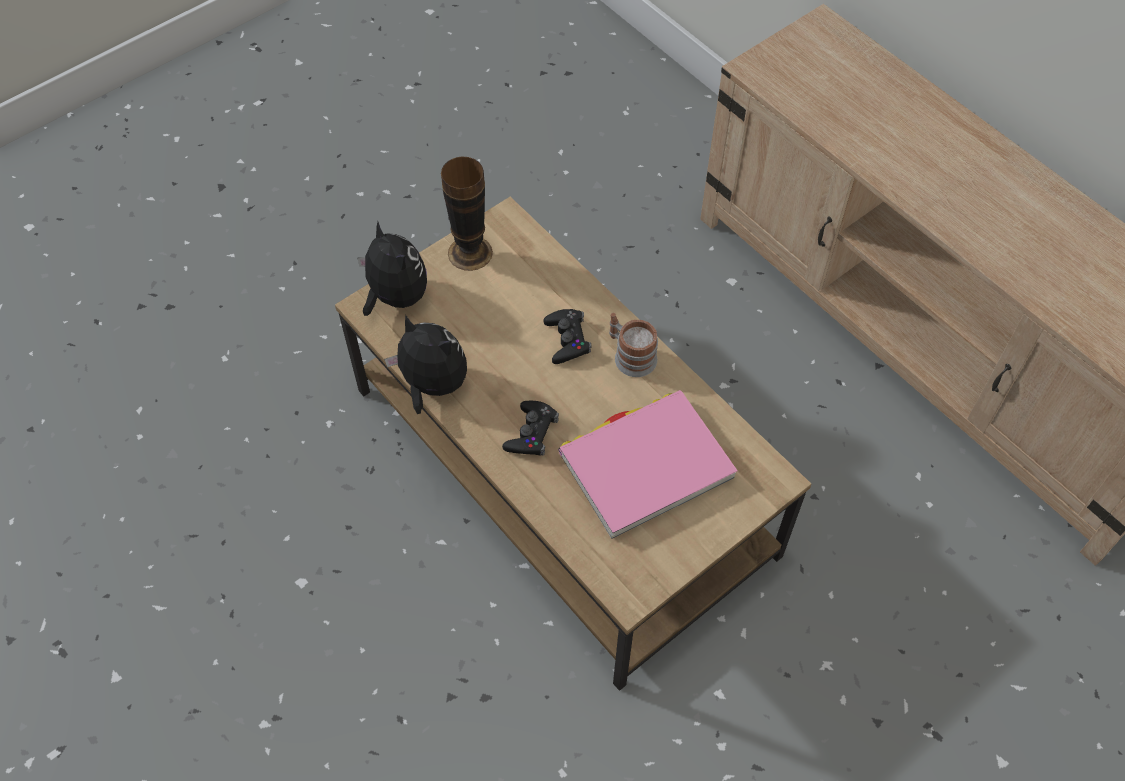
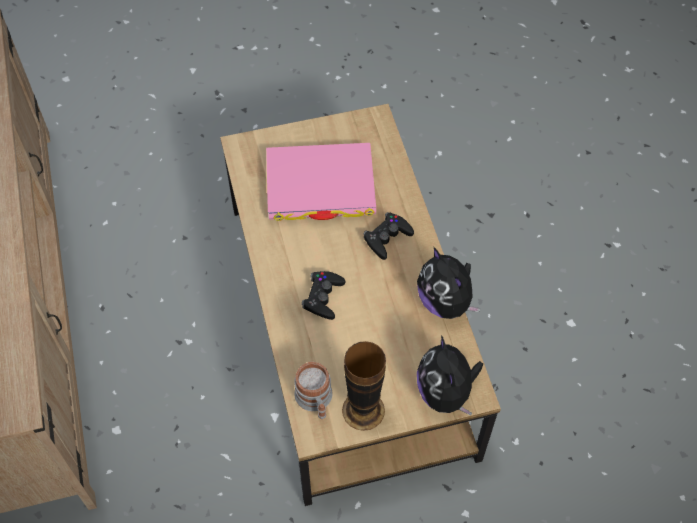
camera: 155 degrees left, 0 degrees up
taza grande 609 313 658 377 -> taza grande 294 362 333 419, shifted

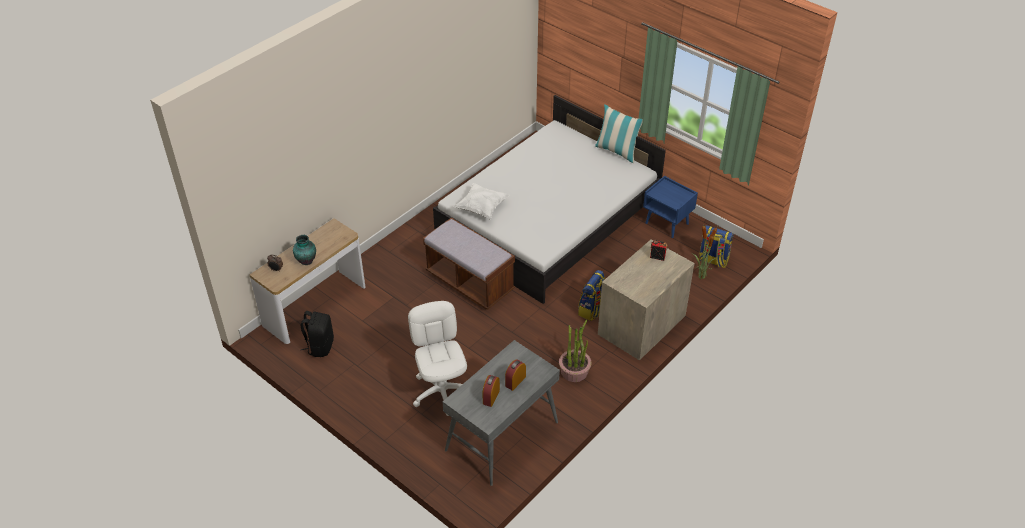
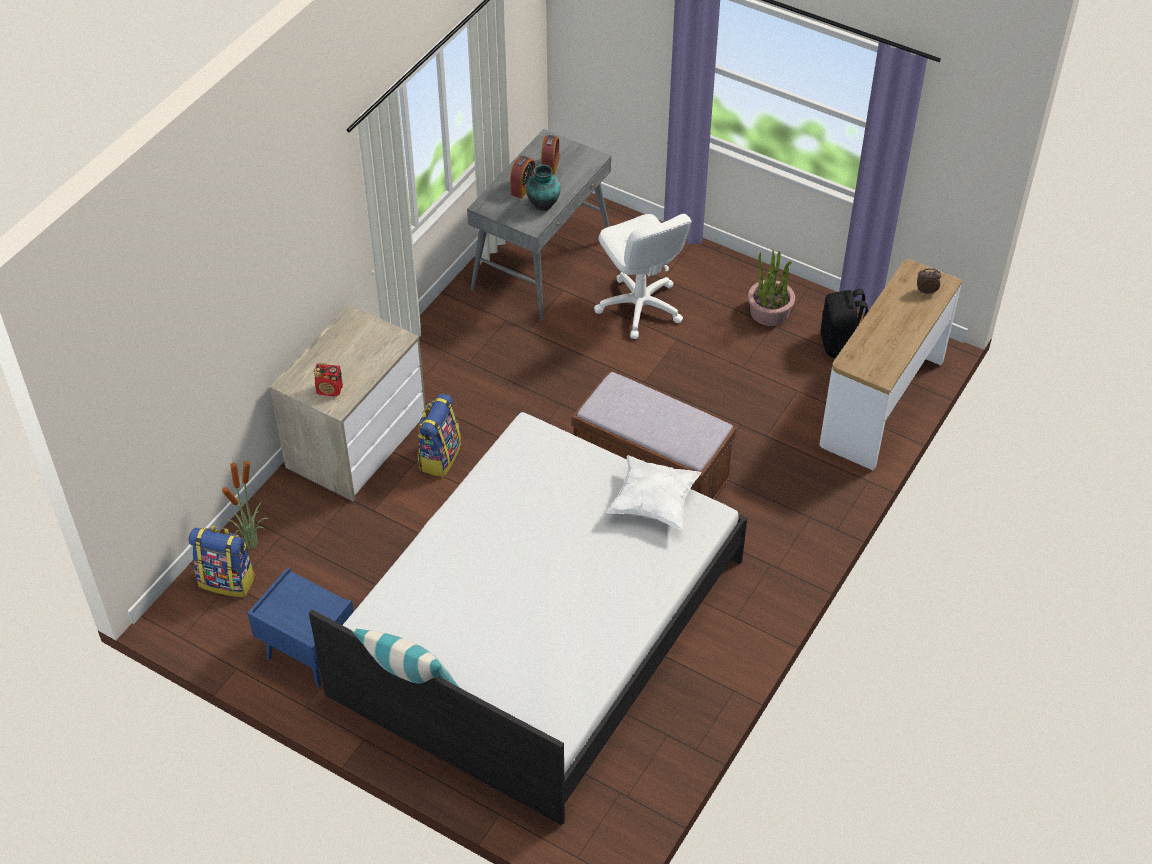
camera: 170 degrees right, 5 degrees up
florero 293 235 316 265 -> florero 526 164 560 211, shifted
planta en maceta 559 320 591 382 -> planta en maceta 748 249 795 326, shifted

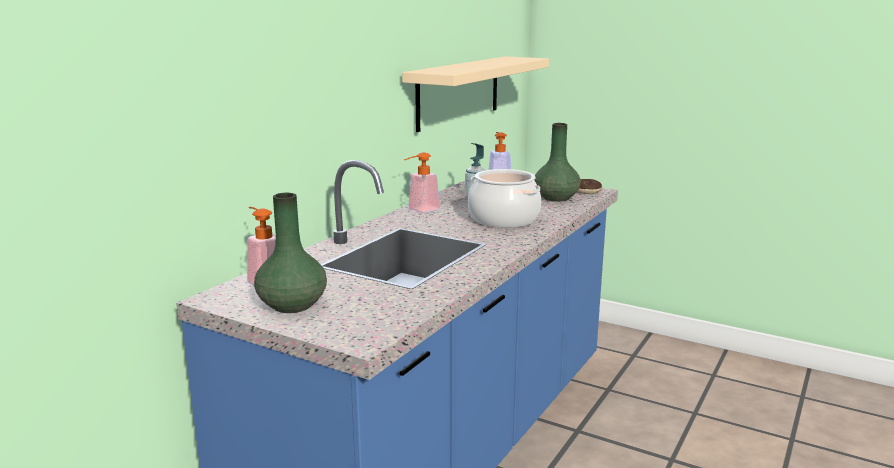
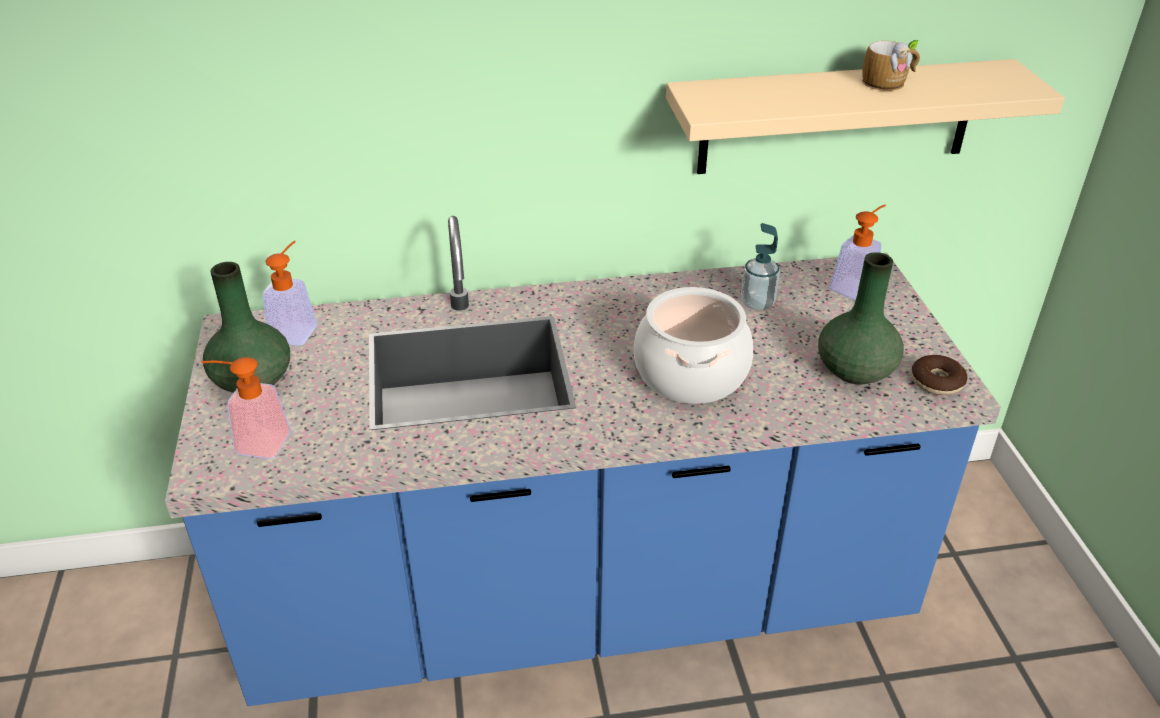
camera: 50 degrees right, 20 degrees up
dispensador de jabón 404 152 440 213 -> dispensador de jabón 201 357 291 459, shifted
none -> taza grande 862 40 920 91

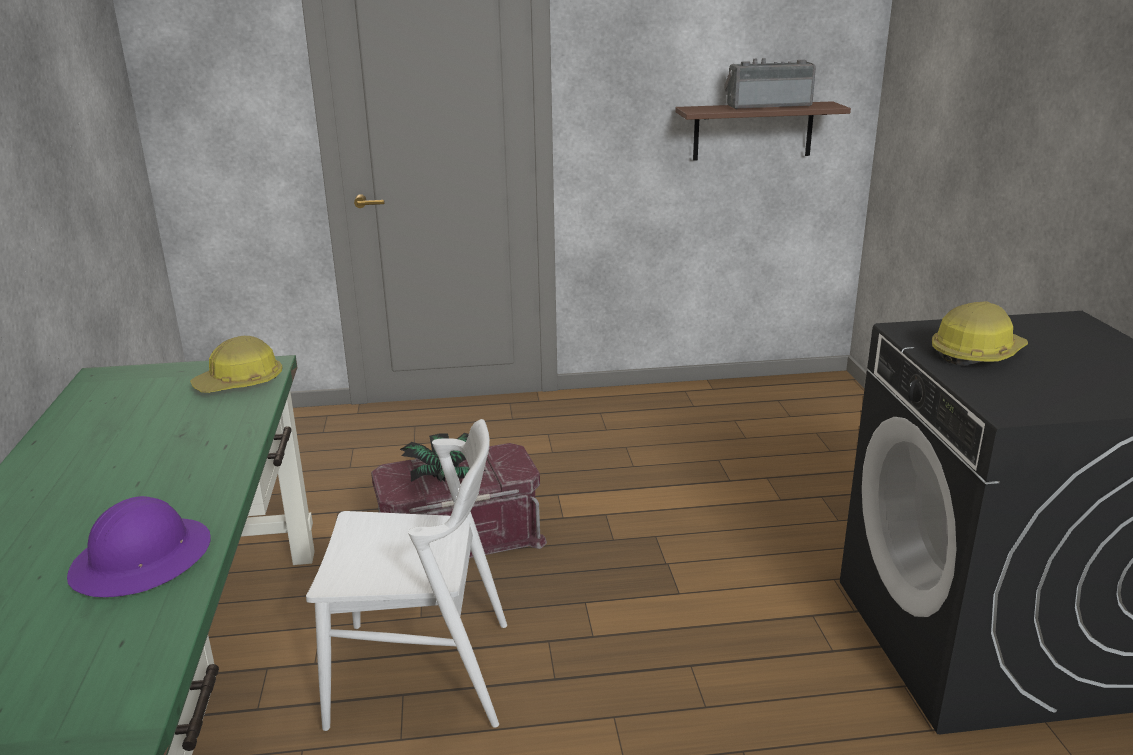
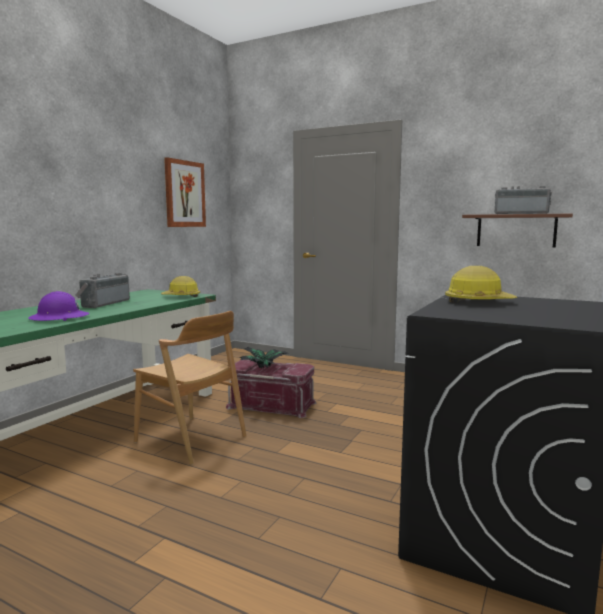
camera: 35 degrees right, 15 degrees down
silla [blanco] 306 419 507 731 -> silla [marrón] 133 311 246 465
none -> cuadro 164 157 206 227
none -> radio 75 273 130 308

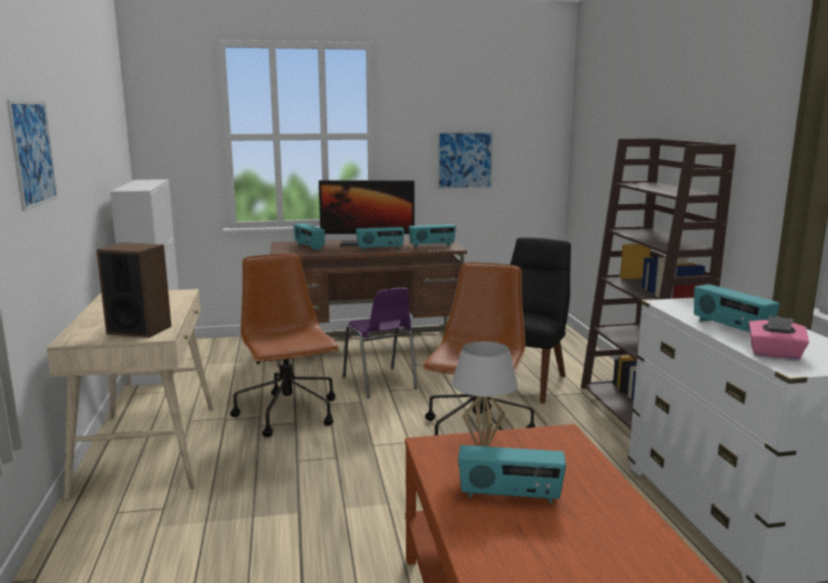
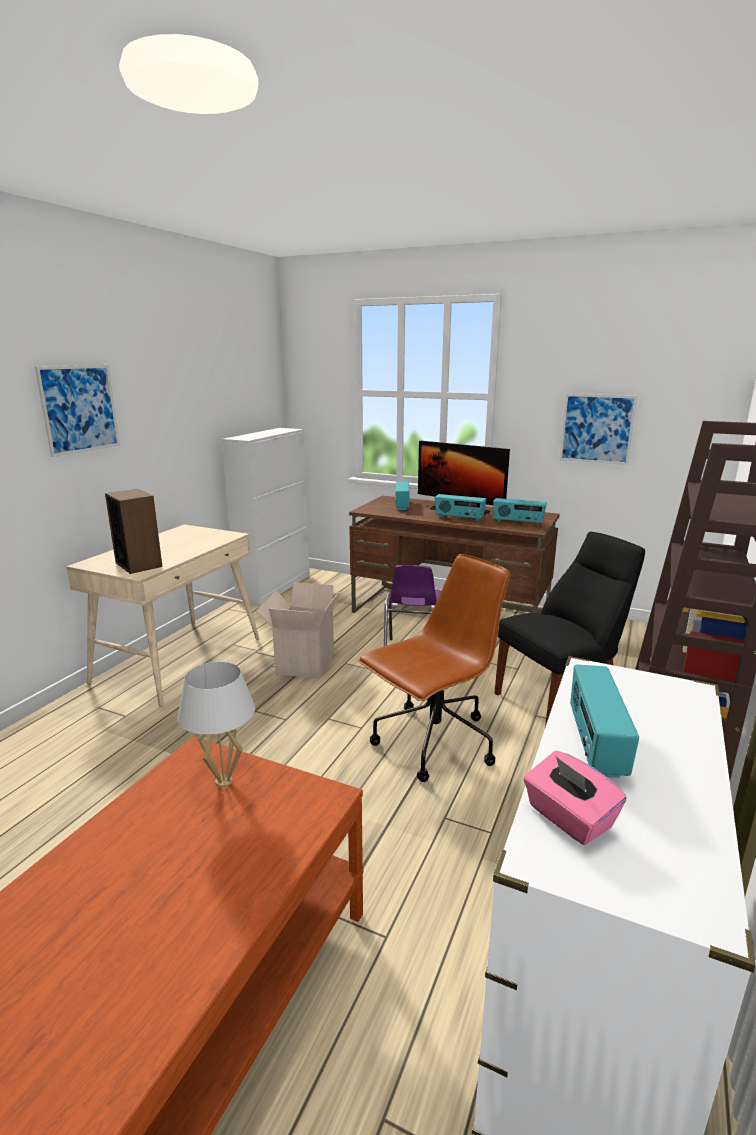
camera: 35 degrees right, 5 degrees up
silla de oficina [marrón] 230 253 339 437 -> caja de cartón 257 582 339 679
radio 458 445 566 503 -> none

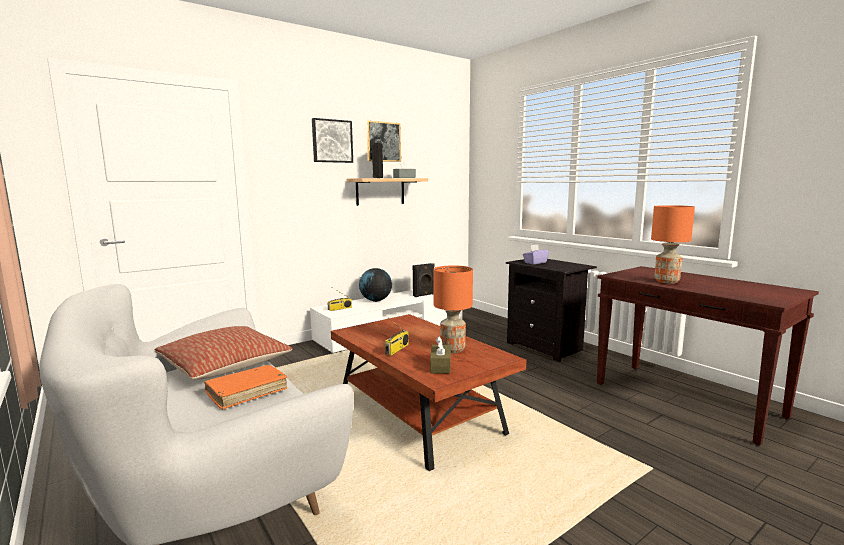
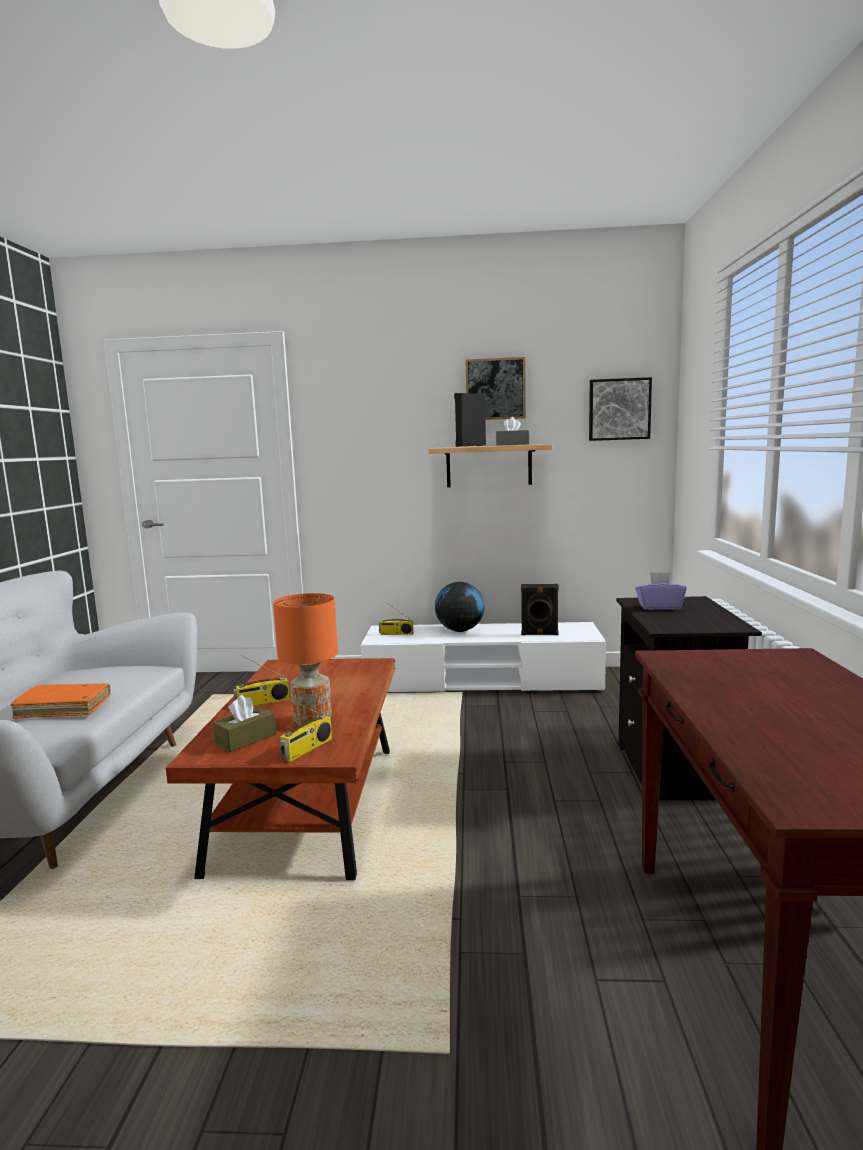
camera: 40 degrees right, 0 degrees up
cuadro 312 118 353 163 -> cuadro 589 377 652 441, shifted
lámpara de mesa [naranja] 651 205 695 284 -> none
cojín 154 326 292 380 -> none
none -> radio 279 698 332 762

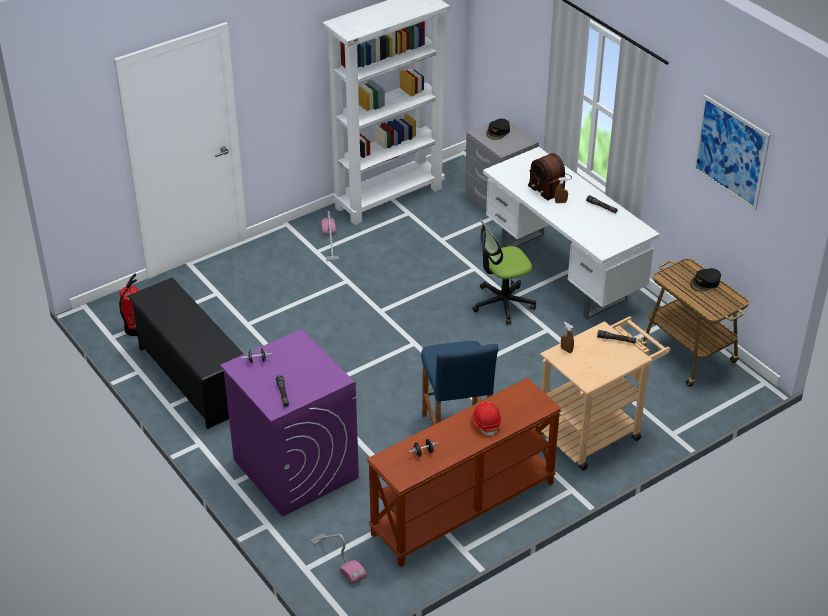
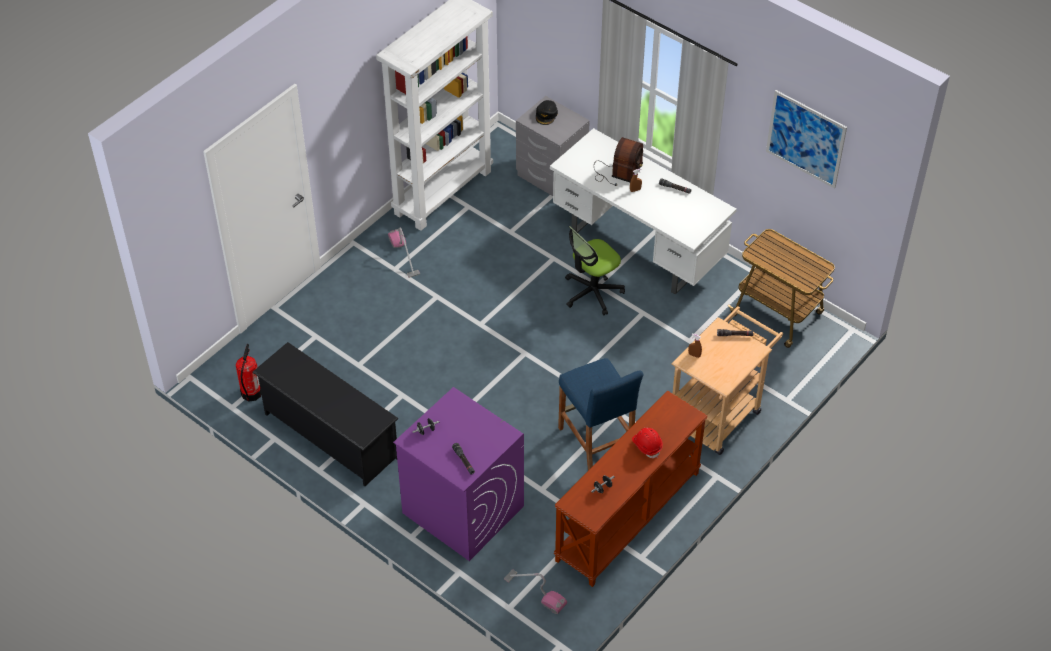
camera: 15 degrees left, 10 degrees up
radio 528 153 572 201 -> radio 594 137 643 186, 105 degrees counterclockwise
gorra [negro] 690 268 721 292 -> none

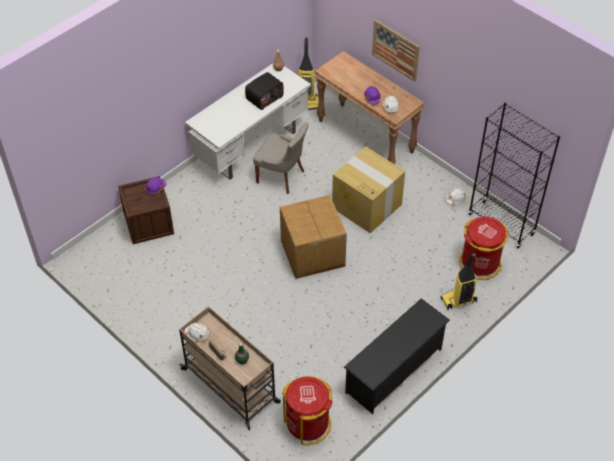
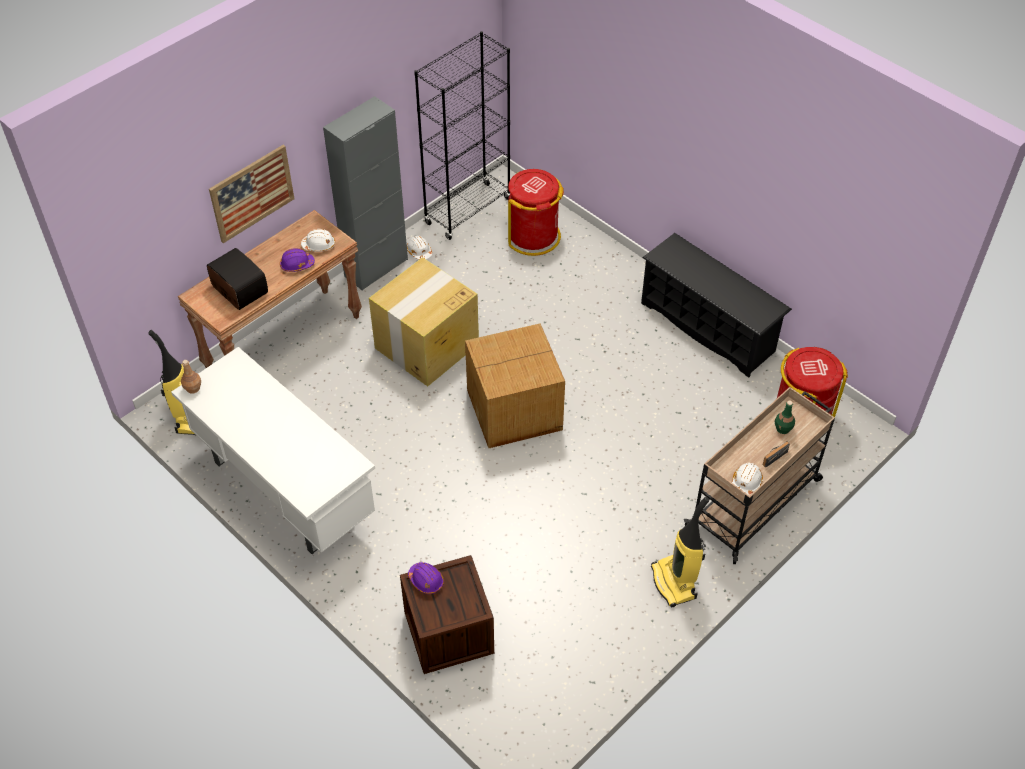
camera: 90 degrees left, 0 degrees up
radio 245 72 284 110 -> radio 207 248 268 310, shifted
silla [gris] 253 123 309 194 -> none
aspiradora 441 253 477 310 -> aspiradora 651 496 709 607, shifted
none -> armario [gris] 323 96 408 291

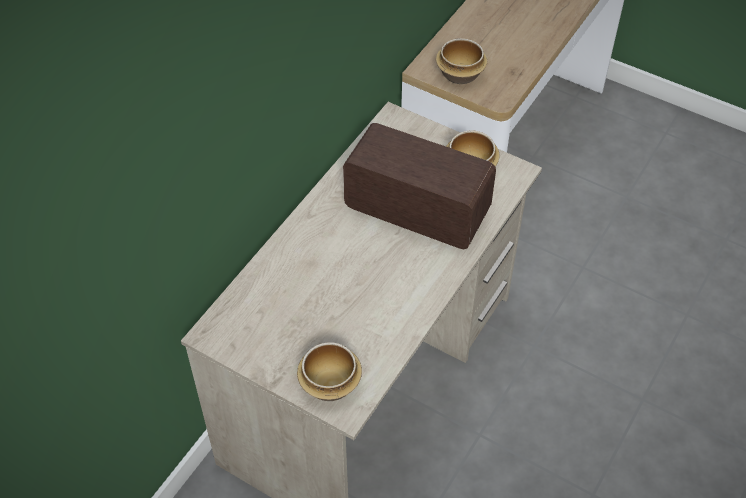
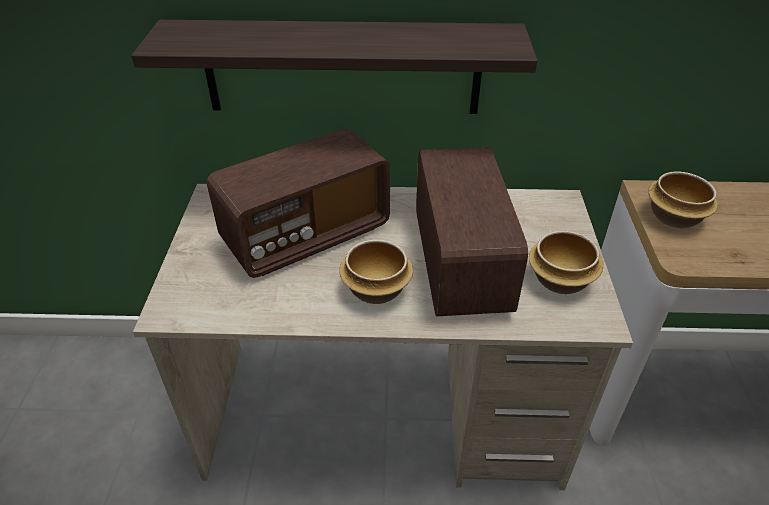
camera: 60 degrees right, 10 degrees down
cuenco 297 342 362 401 -> cuenco 339 240 413 304, shifted
none -> estante 131 20 538 114
none -> radio 207 129 390 278

